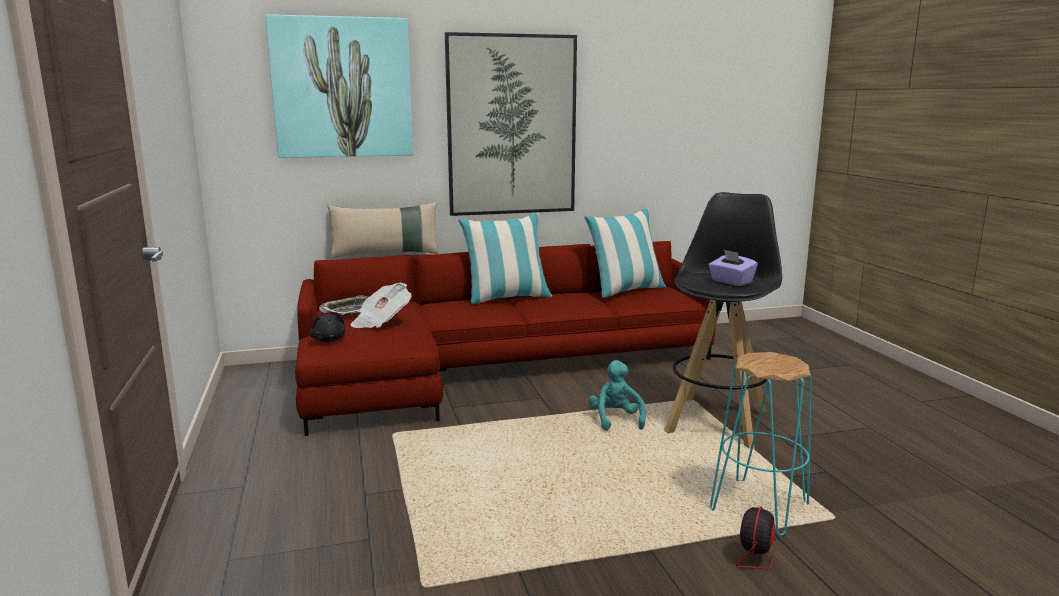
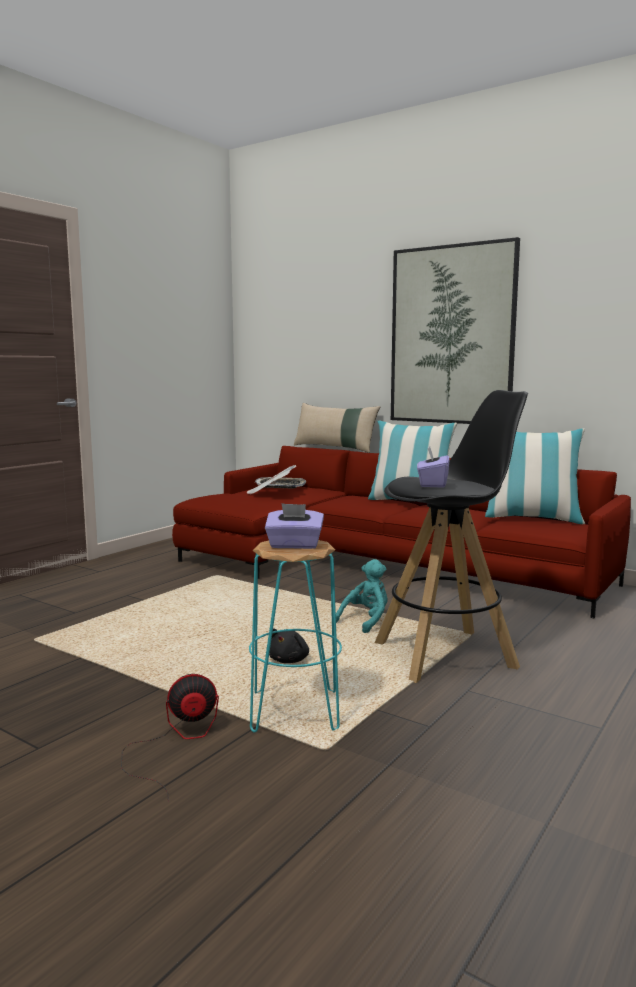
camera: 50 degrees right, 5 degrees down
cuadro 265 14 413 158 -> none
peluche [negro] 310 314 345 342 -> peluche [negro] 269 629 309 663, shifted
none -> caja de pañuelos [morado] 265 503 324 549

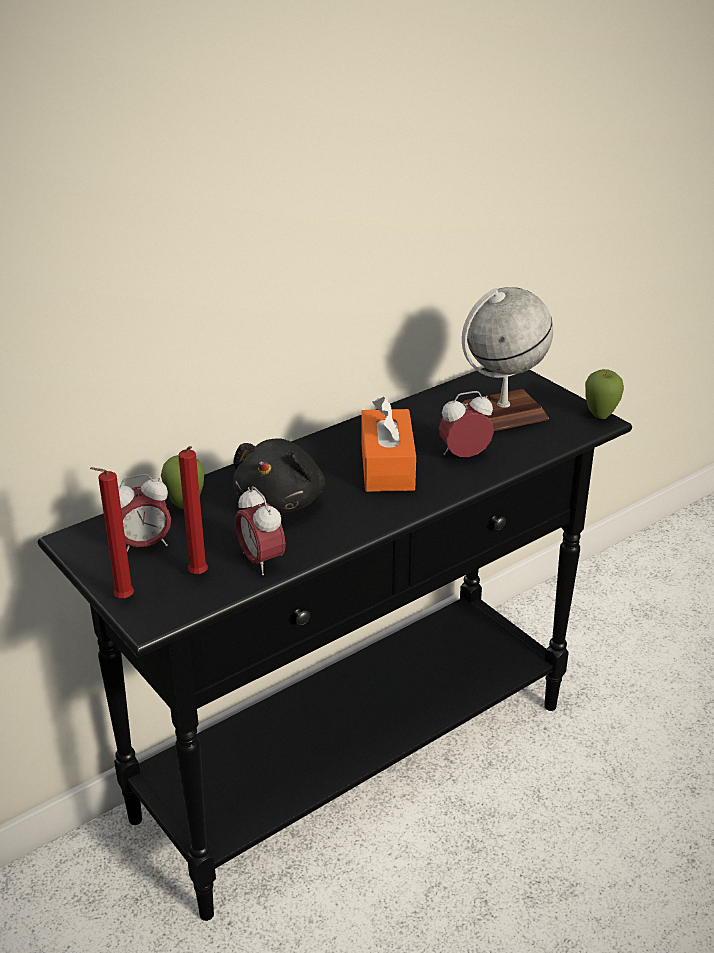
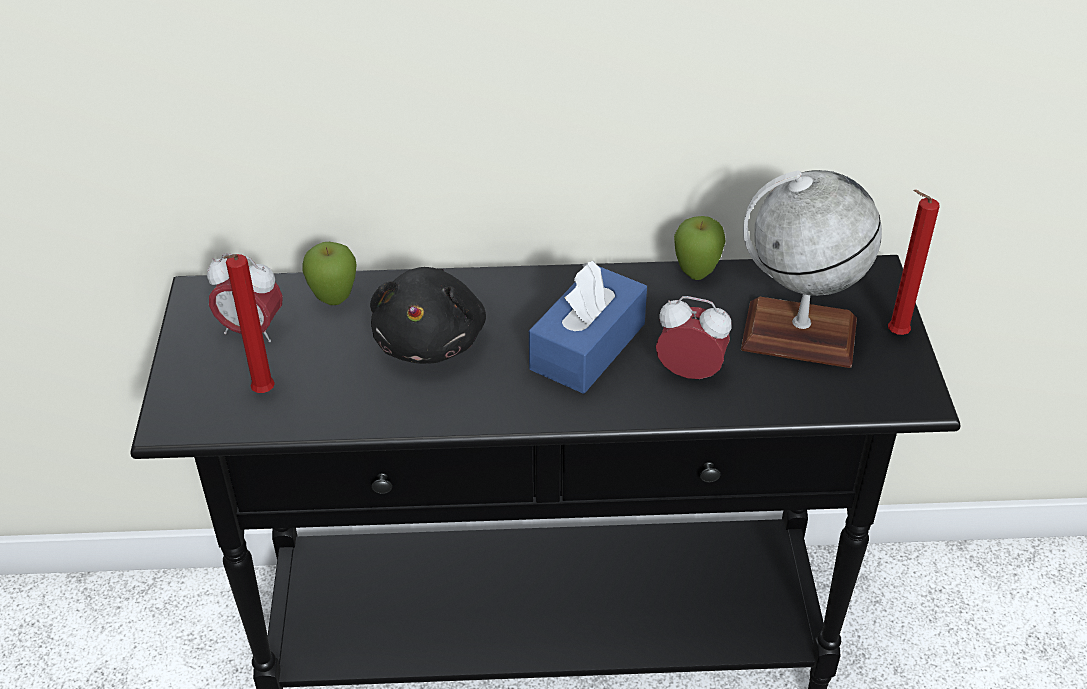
camera: 35 degrees right, 10 degrees up
manzana 585 369 624 419 -> manzana 674 216 725 280, shifted
caja de pañuelos [naranja] 361 397 416 492 -> caja de pañuelos [azul] 529 261 647 394
peluche [negro] 233 438 325 513 -> peluche [negro] 370 267 486 364, 45 degrees counterclockwise
vela [rojo] 90 467 134 599 -> vela [rojo] 888 190 940 335, shifted
despertador 235 486 286 575 -> none

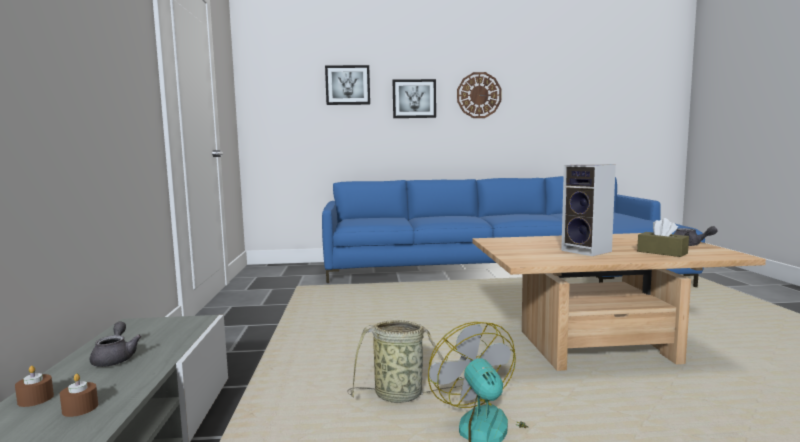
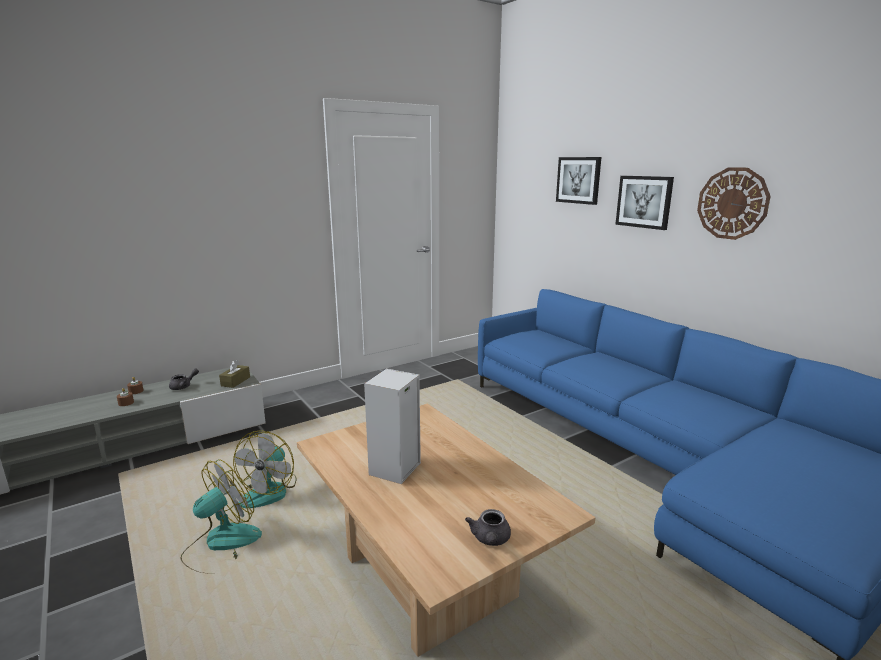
camera: 60 degrees right, 10 degrees up
caja de pañuelos [marrón] 637 218 689 257 -> caja de pañuelos [marrón] 219 360 250 388, shifted
cesta 348 320 464 403 -> ventilador 233 430 296 508

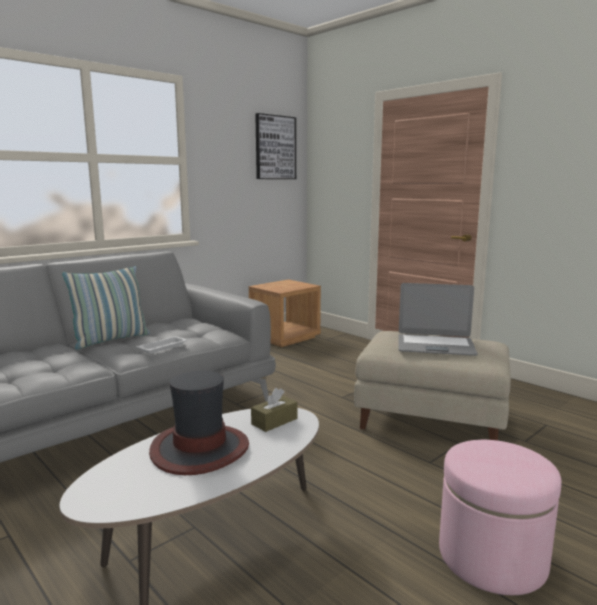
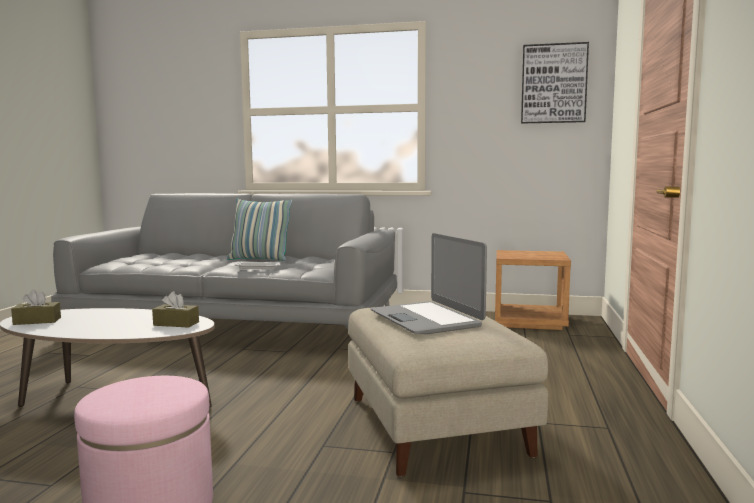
camera: 55 degrees right, 5 degrees down
sombrero 149 371 249 475 -> none
none -> caja de pañuelos [marrón] 11 290 61 325

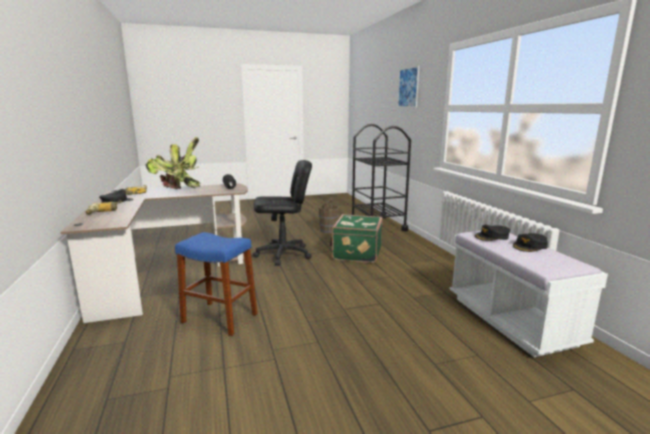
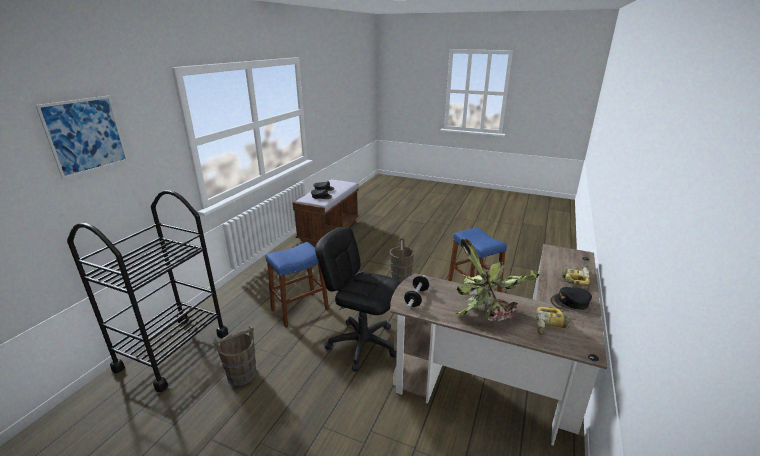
camera: 140 degrees left, 10 degrees up
maleta [verde] 330 214 383 263 -> taburete [azul] 265 242 329 328
banco [blanco] 450 230 608 357 -> banco [marrón] 292 180 359 244
none -> cubo [marrón] 389 238 414 283

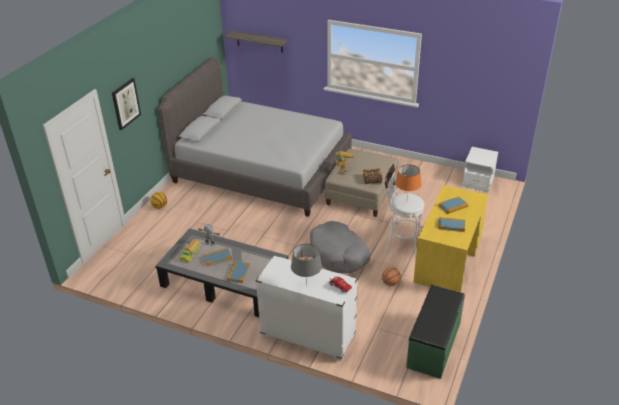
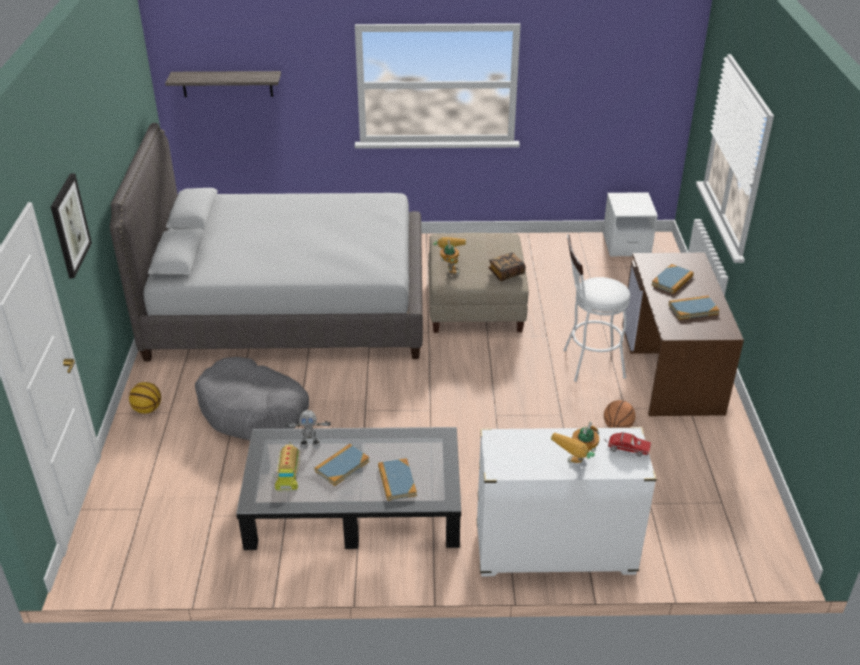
camera: 25 degrees left, 0 degrees up
lámpara de mesa [naranja] 395 164 422 196 -> none
escritorio [amarillo] 413 185 488 292 -> escritorio [marrón] 622 253 744 417
cama para perro [gris] 310 221 371 273 -> cama para perro [gris] 195 357 309 441, shifted
lámpara de mesa [gris] 291 244 322 279 -> robot de juguete 551 421 599 463
banco [verde] 406 285 465 379 -> none

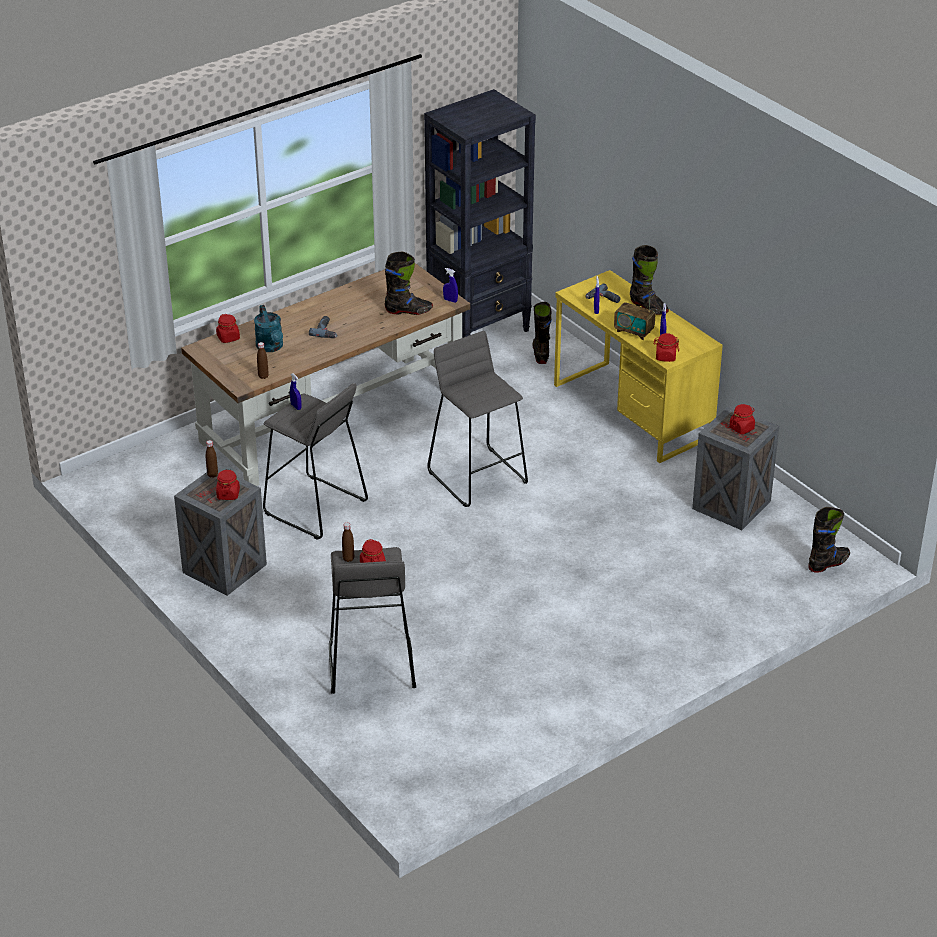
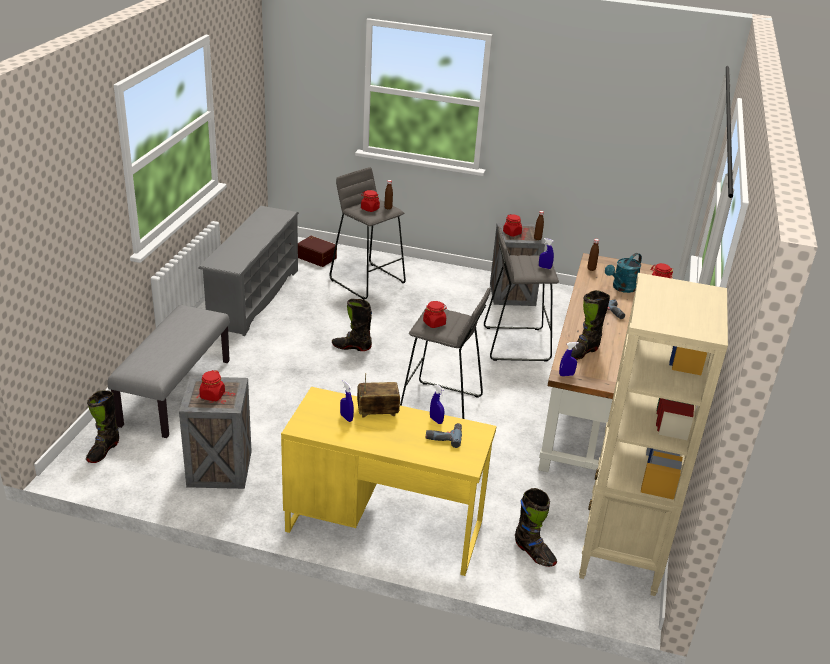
camera: 140 degrees right, 5 degrees down
estantería [negro] 424 89 536 338 -> estantería [beis] 579 273 728 596
bota [negro] 630 245 669 315 -> bota [negro] 332 299 372 351, shifted
regadera [turquesa] 254 305 283 352 -> regadera [turquesa] 605 253 642 293, 75 degrees counterclockwise
tarro [rojo] 653 333 679 362 -> tarro [rojo] 423 301 447 328, shifted
none -> zapatero [gris] 198 206 299 336
none -> caja de almacenaje [marrón] 298 236 337 267
none -> banco [gris] 107 305 230 438

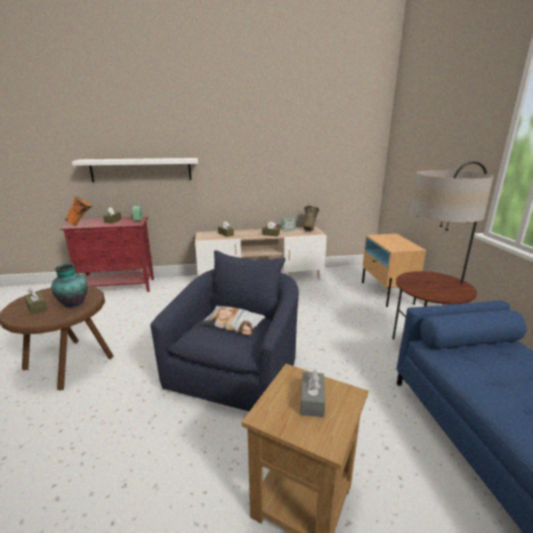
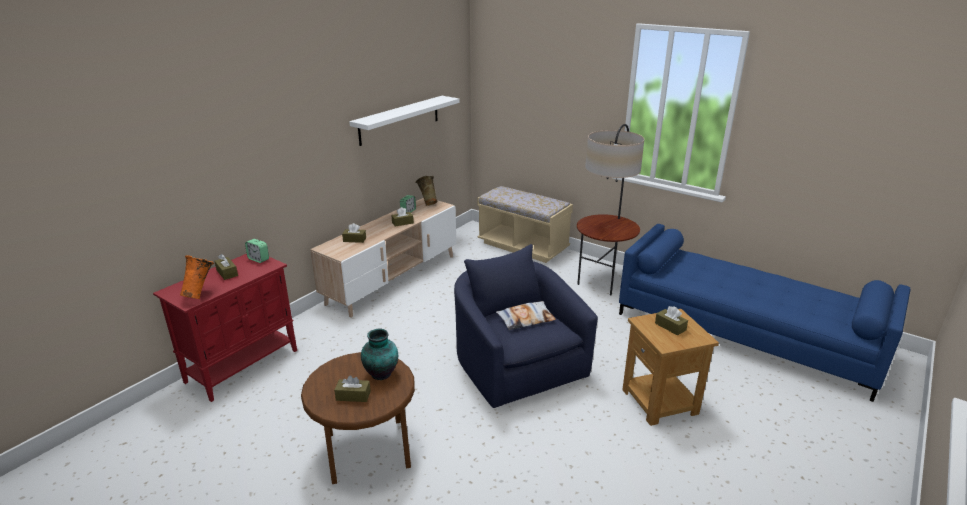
camera: 45 degrees left, 5 degrees up
estante [blanco] 72 158 198 182 -> estante [blanco] 349 96 459 146, shifted
mesita de noche [beis] 362 234 426 307 -> banco [beis] 477 186 573 263
caja de pañuelos [gris] 301 369 325 417 -> caja de pañuelos [marrón] 655 306 688 335

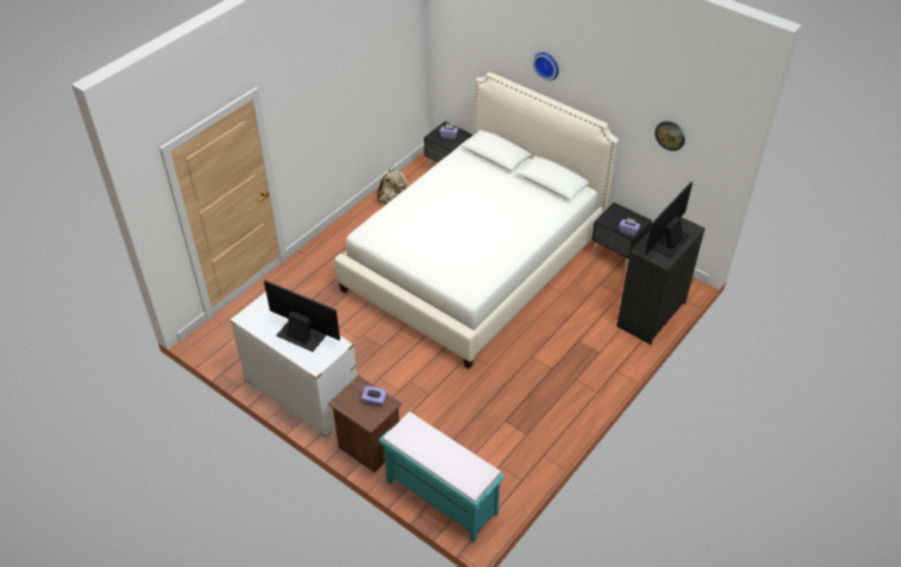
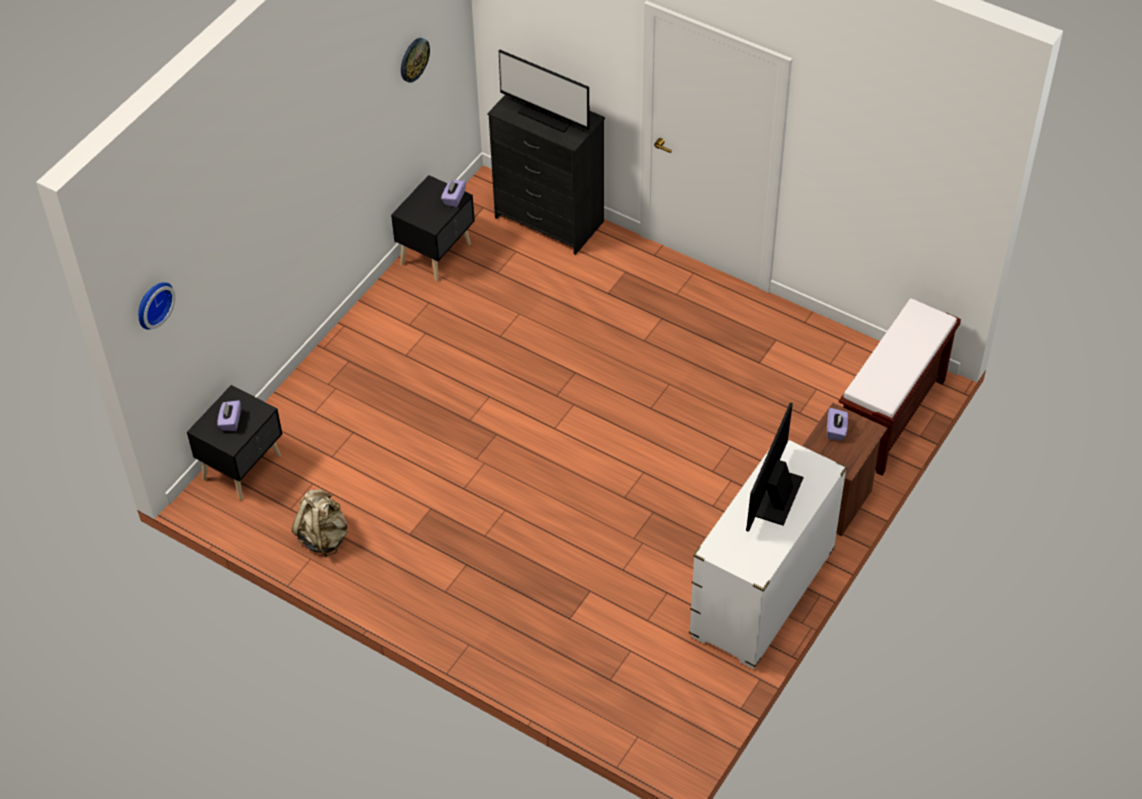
camera: 95 degrees left, 5 degrees up
reloj de pared 533 52 559 81 -> reloj de pared 138 282 176 330, shifted
cama [blanco] 335 72 619 369 -> none
banco [turquesa] 379 412 505 543 -> banco [marrón] 839 299 961 476

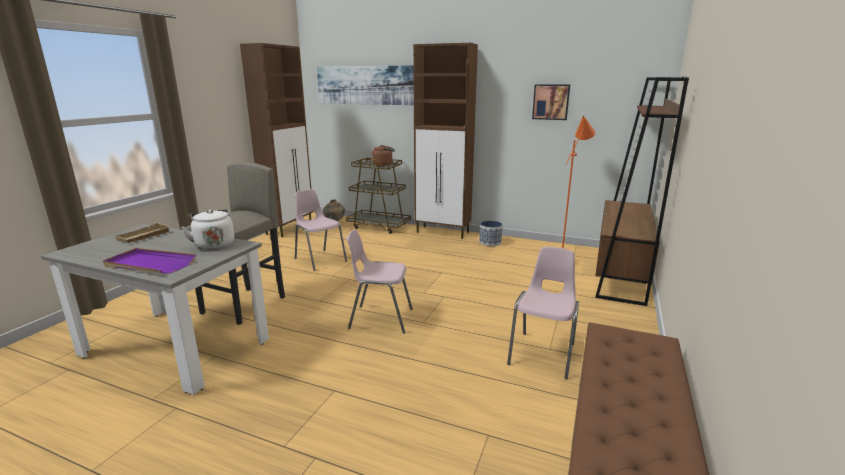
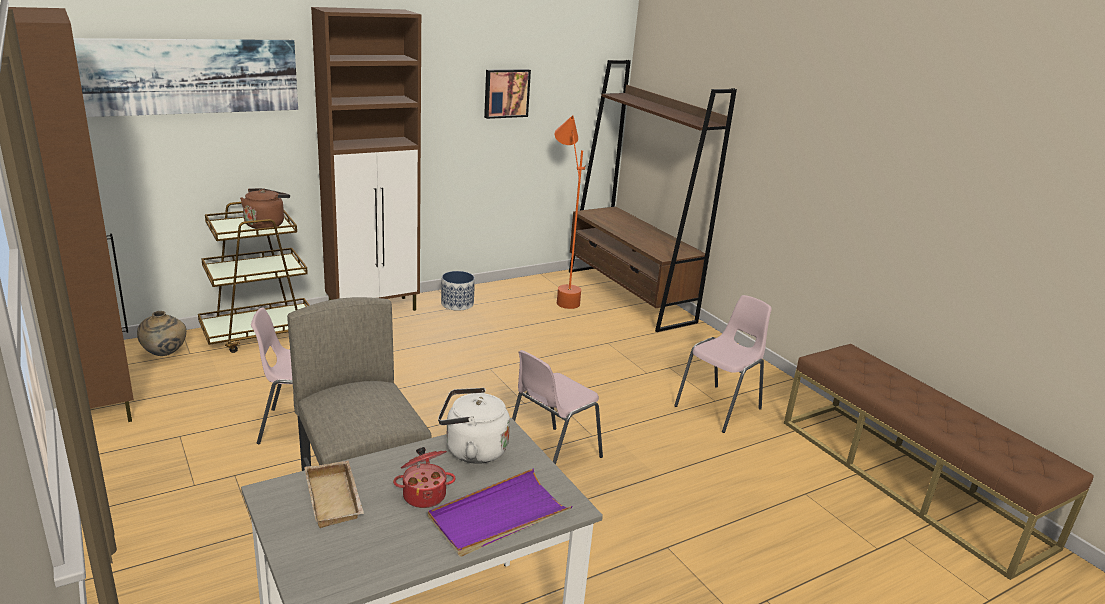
camera: 55 degrees left, 5 degrees up
silla [rosa] 507 247 579 379 -> silla [rosa] 674 295 772 433, 75 degrees clockwise
none -> olla 393 447 455 508

